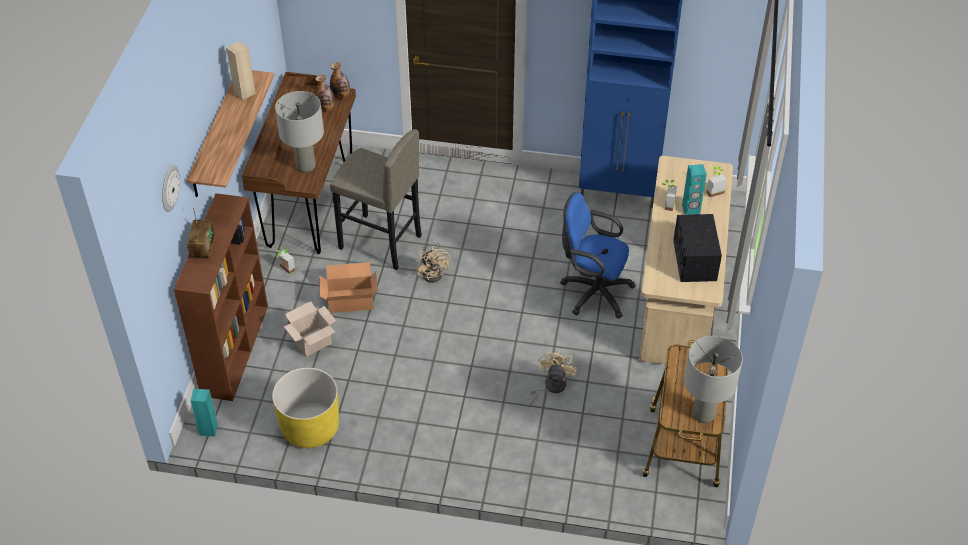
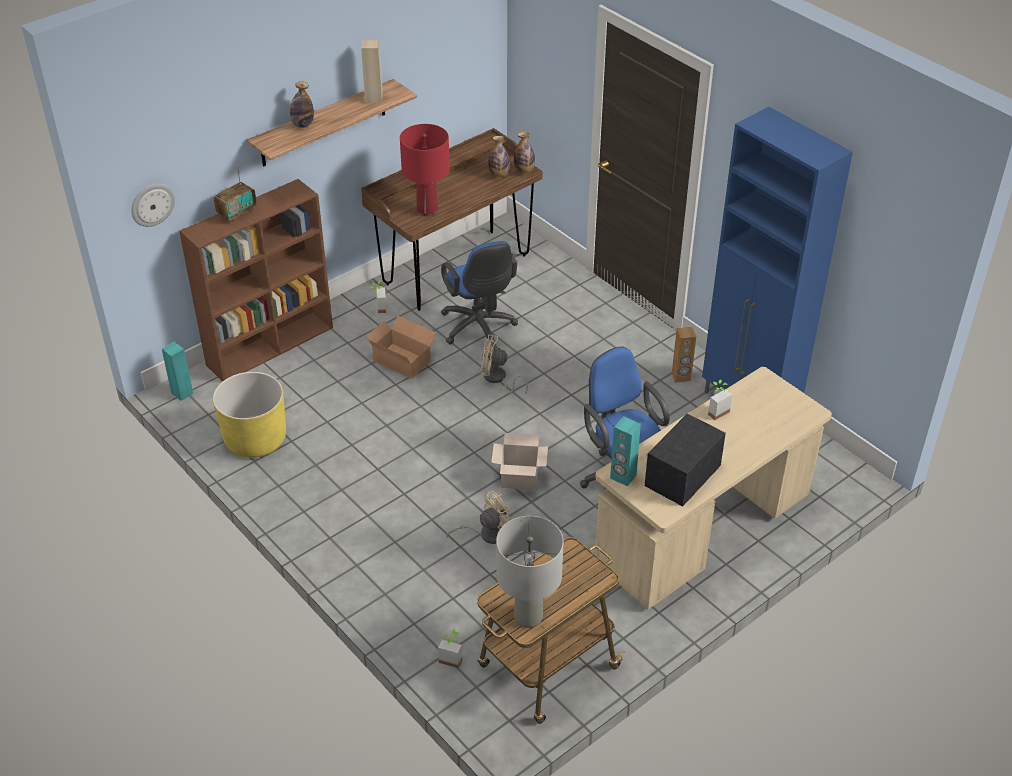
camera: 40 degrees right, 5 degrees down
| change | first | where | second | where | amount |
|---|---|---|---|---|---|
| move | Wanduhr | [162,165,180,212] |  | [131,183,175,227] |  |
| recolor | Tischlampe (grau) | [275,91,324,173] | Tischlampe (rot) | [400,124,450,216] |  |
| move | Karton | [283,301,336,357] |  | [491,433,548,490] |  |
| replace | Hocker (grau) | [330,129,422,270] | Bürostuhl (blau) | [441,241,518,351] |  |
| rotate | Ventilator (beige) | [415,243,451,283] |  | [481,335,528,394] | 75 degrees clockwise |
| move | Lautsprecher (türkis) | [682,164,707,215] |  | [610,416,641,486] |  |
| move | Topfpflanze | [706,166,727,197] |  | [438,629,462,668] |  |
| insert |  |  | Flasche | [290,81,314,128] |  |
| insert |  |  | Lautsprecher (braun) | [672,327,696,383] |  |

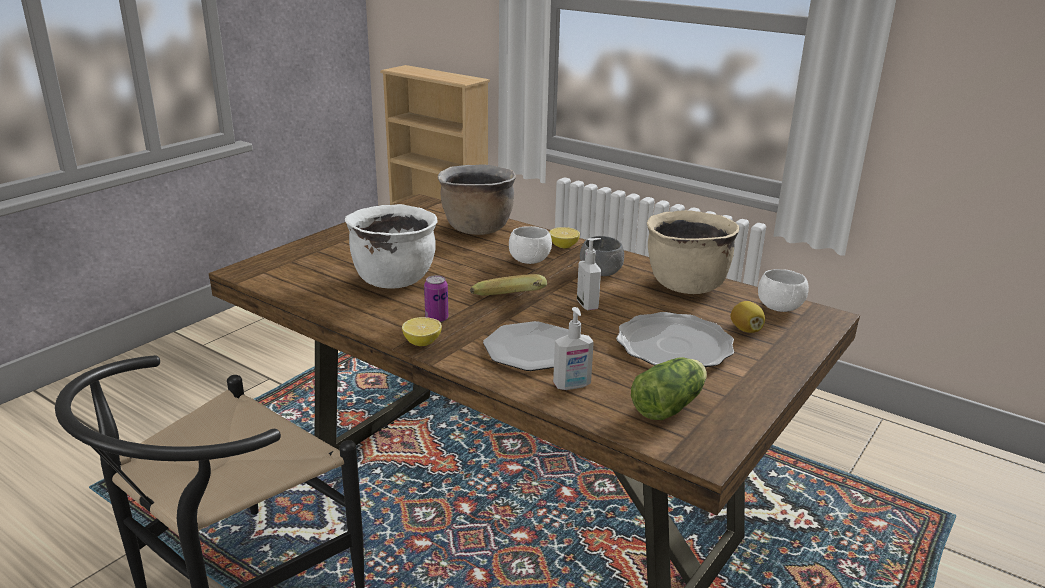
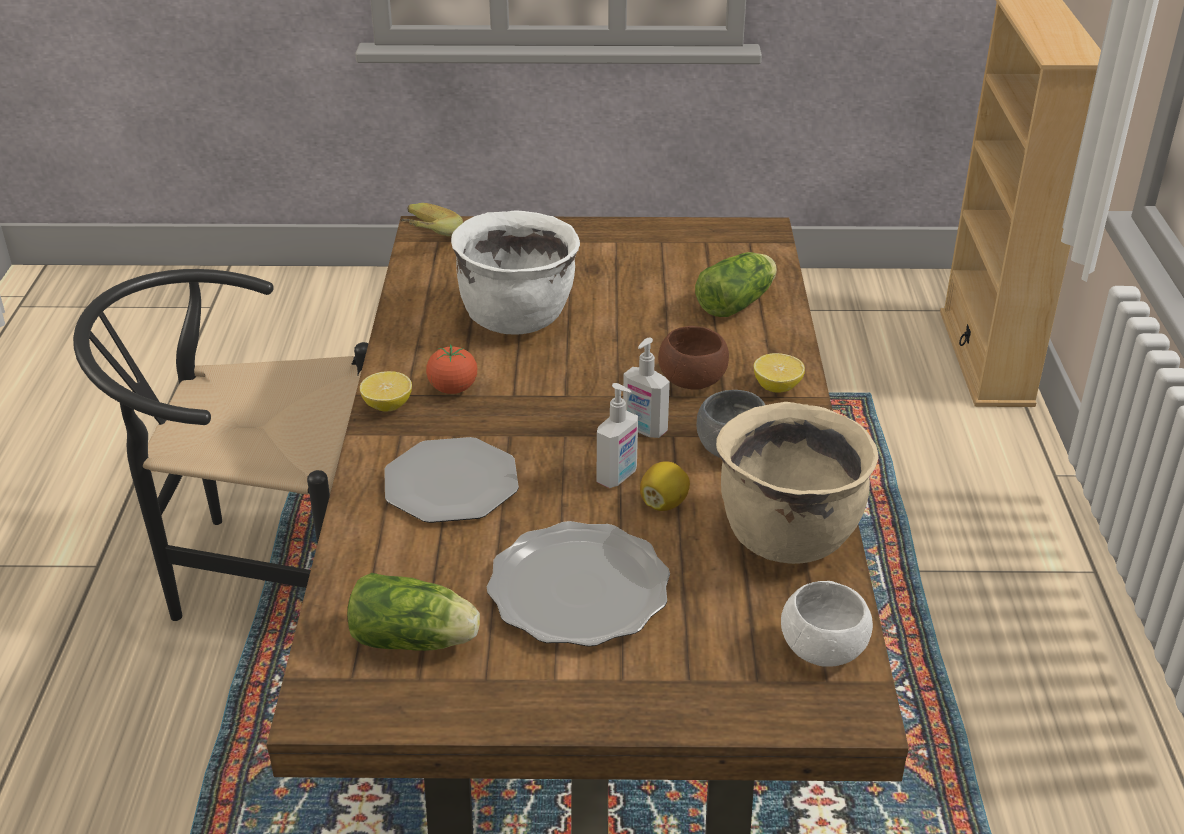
camera: 55 degrees right, 10 degrees up
| change | first | where | second | where | amount |
|---|---|---|---|---|---|
| replace | Dose | [424,275,448,322] | Tomate | [426,345,477,394] |  |
| replace | Kochtopf (braun) | [438,165,516,235] | Salatkopf | [695,252,777,317] |  |
| move | Banane | [470,274,547,295] |  | [400,203,463,236] |  |
| recolor | Schüssel (weiß) | [509,226,552,264] | Schüssel (braun) | [658,326,729,390] |  |
| move | Seifenspender | [553,307,594,390] |  | [623,338,670,438] |  |
| move | Zitrone | [731,301,765,333] |  | [640,461,690,511] |  |

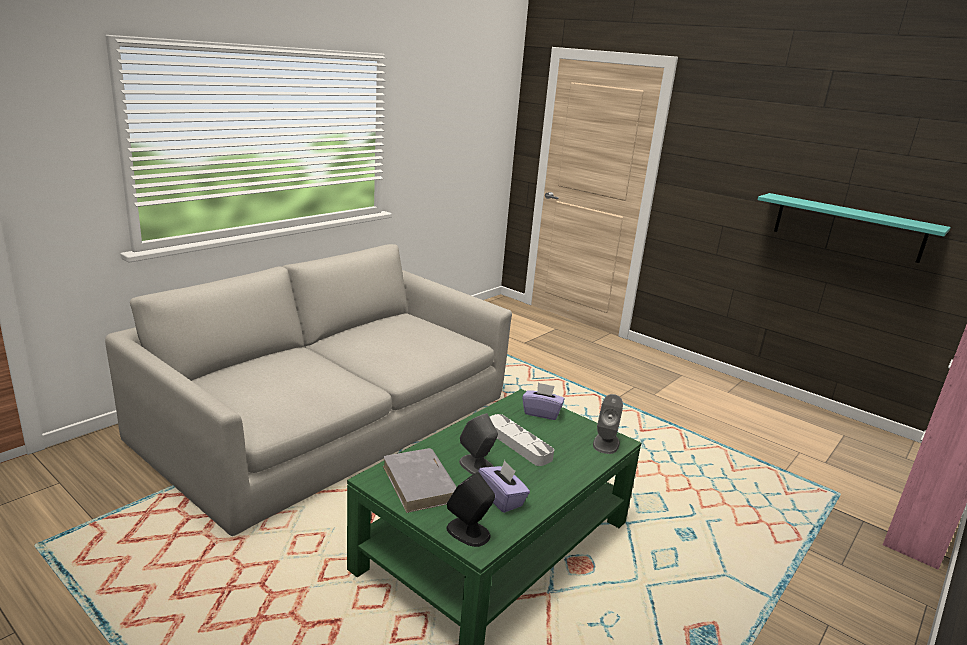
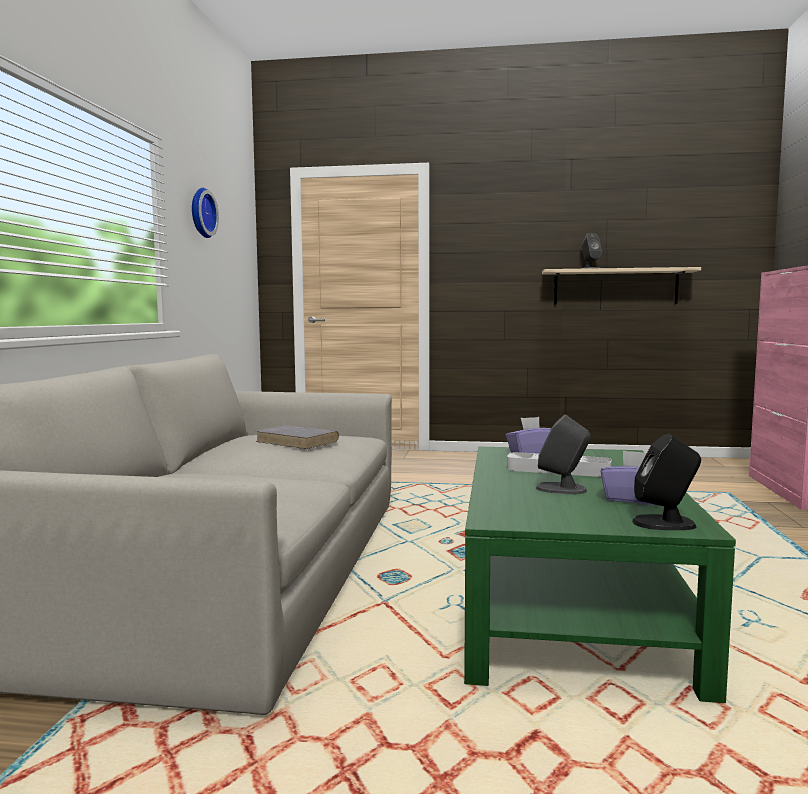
camera: 30 degrees left, 15 degrees down
| change | first | where | second | where | amount |
|---|---|---|---|---|---|
| move | Buch (grau) | [383,448,457,513] |  | [256,425,339,449] |  |
| move | Lautsprecher (grau) | [593,394,623,454] |  | [581,233,602,269] |  |
| recolor | Wandregal (türkis) | [758,193,951,263] | Wandregal (beige) | [542,267,701,305] |  |
| insert |  |  | Wanduhr | [192,188,219,238] |  |

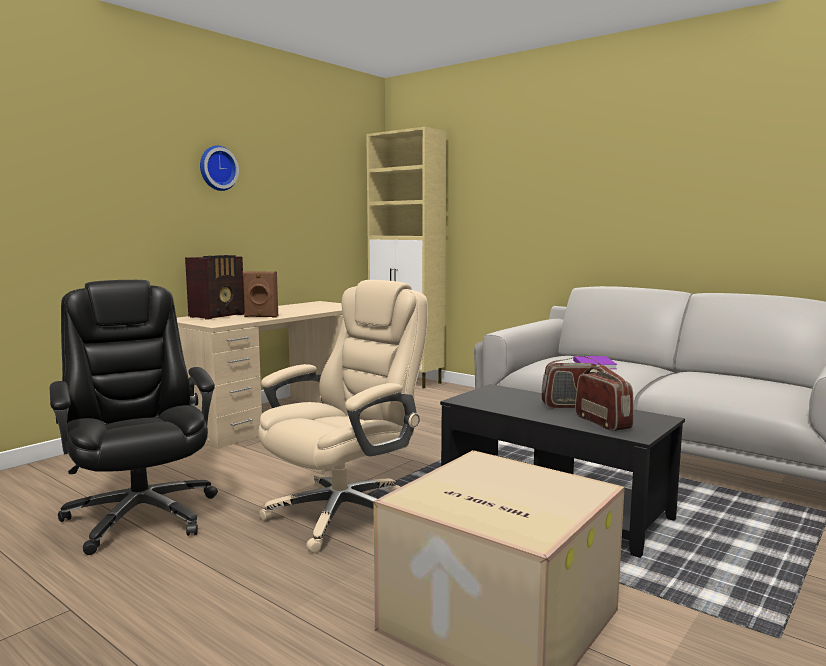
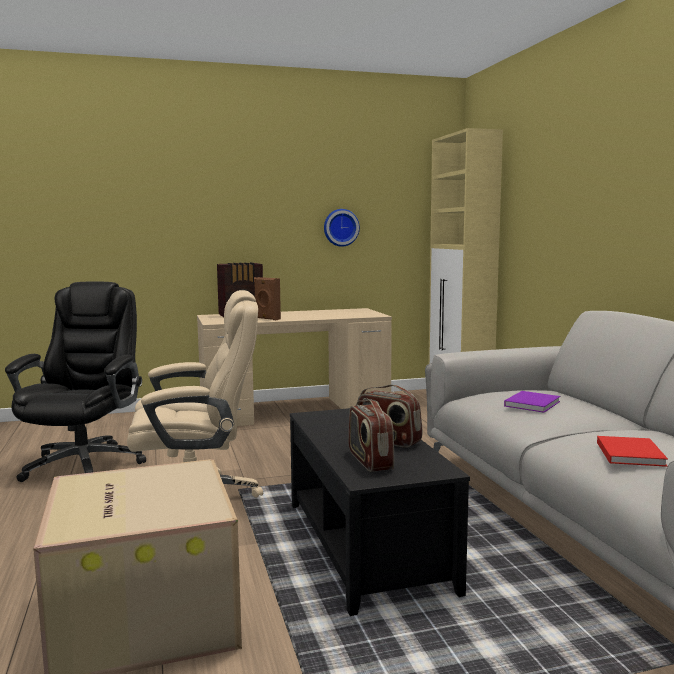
camera: 35 degrees right, 0 degrees up
| change | first | where | second | where | amount |
|---|---|---|---|---|---|
| move | Wanduhr | [200,145,239,191] |  | [324,209,360,247] |  |
| rotate | Radio | [575,365,634,431] |  | [348,400,394,472] | 150 degrees clockwise |
| insert |  |  | Buch (rot) | [597,436,668,467] |  |

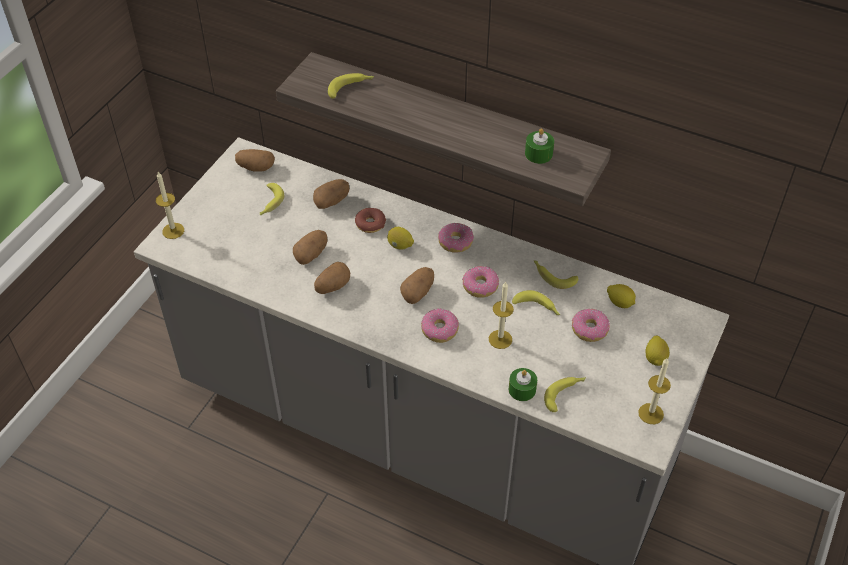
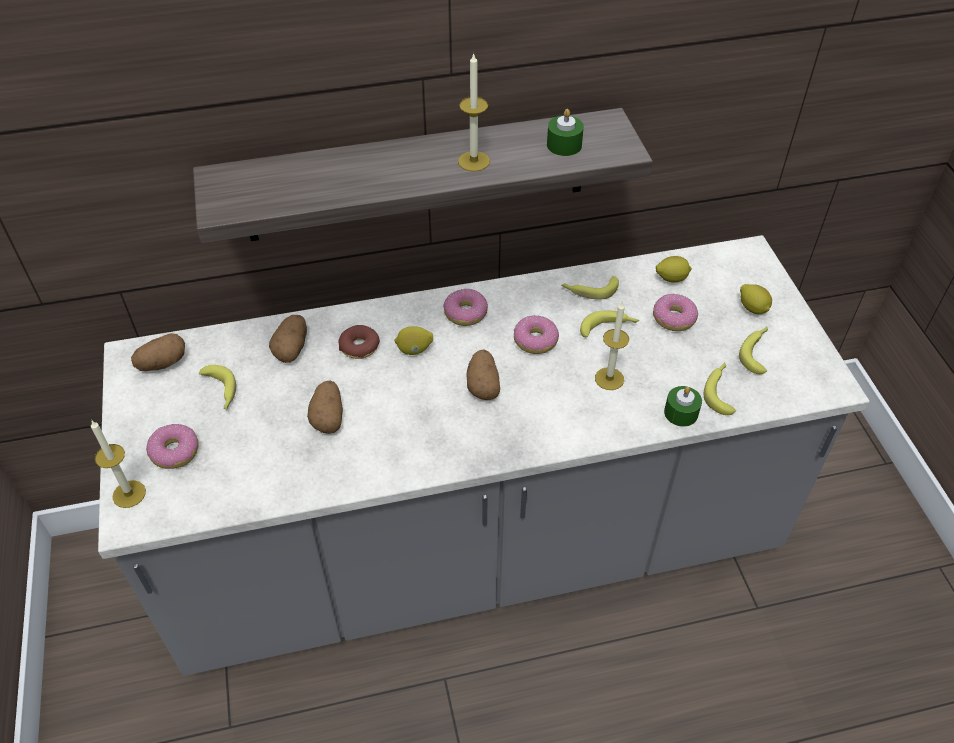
camera: 40 degrees left, 0 degrees up
| change | first | where | second | where | amount |
|---|---|---|---|---|---|
| delete | Kartoffel | [314,262,350,294] |  |  |  |
| move | Banane | [328,73,374,99] |  | [739,327,768,374] |  |
| move | Donut | [421,308,459,343] |  | [146,424,199,469] |  |
| move | Kerze | [638,358,671,424] |  | [458,52,490,172] |  |

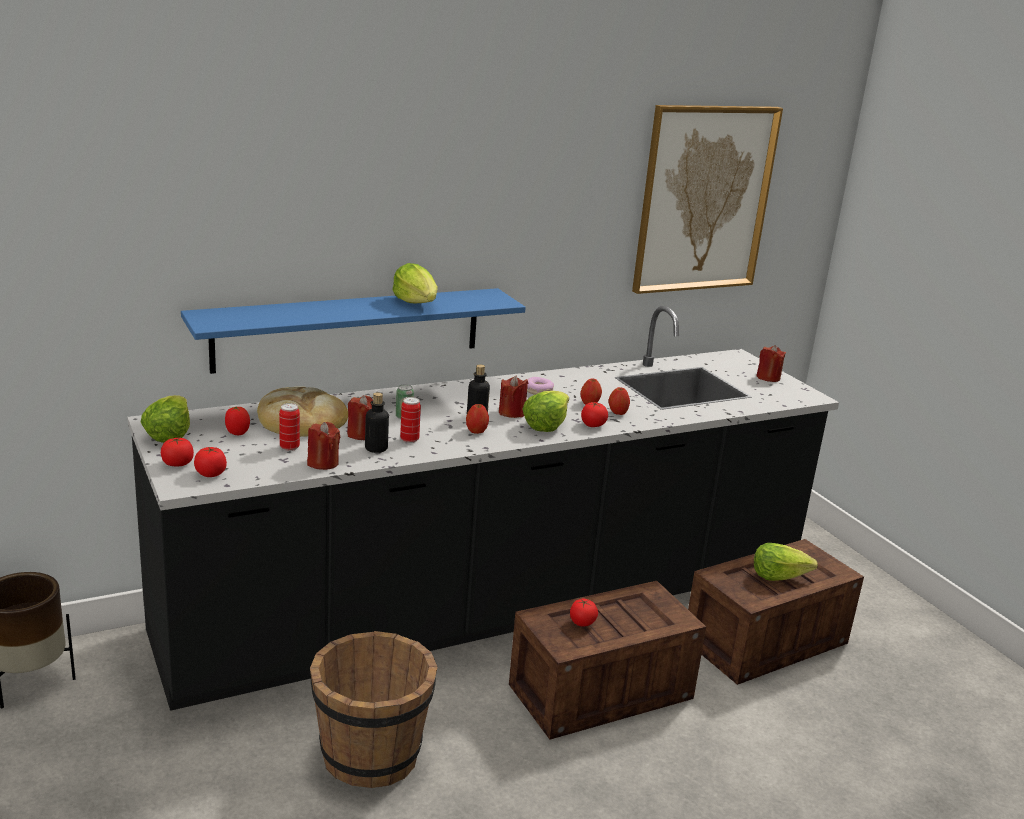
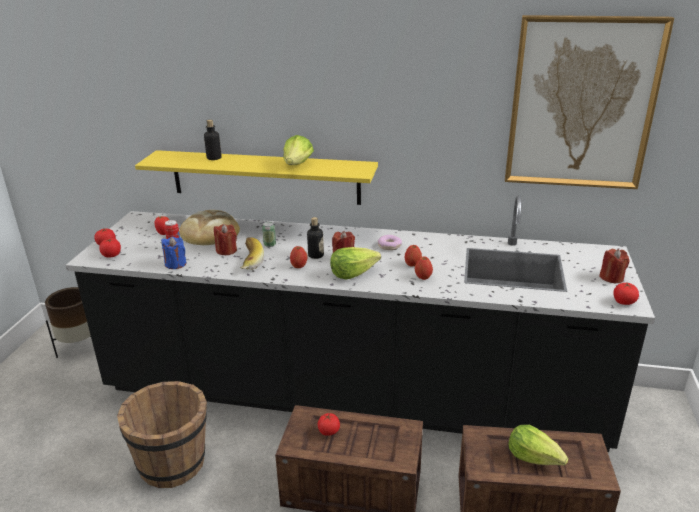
camera: 40 degrees right, 5 degrees up
| change | first | where | second | where | amount |
|---|---|---|---|---|---|
| delete | Salatkopf | [140,395,190,443] |  |  |  |
| recolor | Wandregal (blau) | [181,288,526,374] | Wandregal (gelb) | [135,150,378,205] |  |
| recolor | Kerze (rot) | [307,422,341,470] | Kerze (blau) | [161,237,186,269] |  |
| move | Flasche | [365,392,389,453] |  | [204,120,222,160] |  |
| replace | Dose | [400,397,421,443] | Banane | [240,237,264,270] |  |
| move | Tomate | [581,402,608,427] |  | [613,283,639,305] |  |

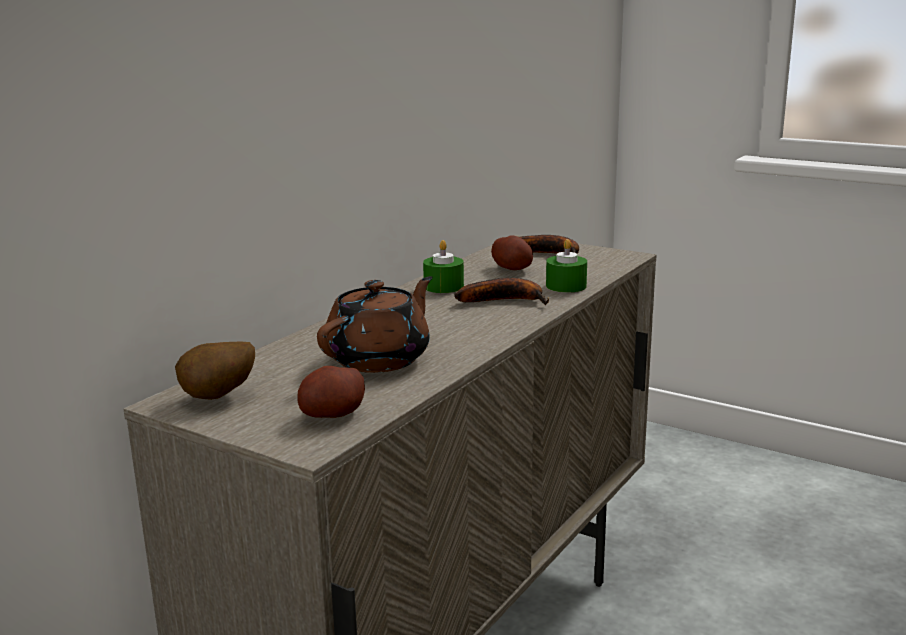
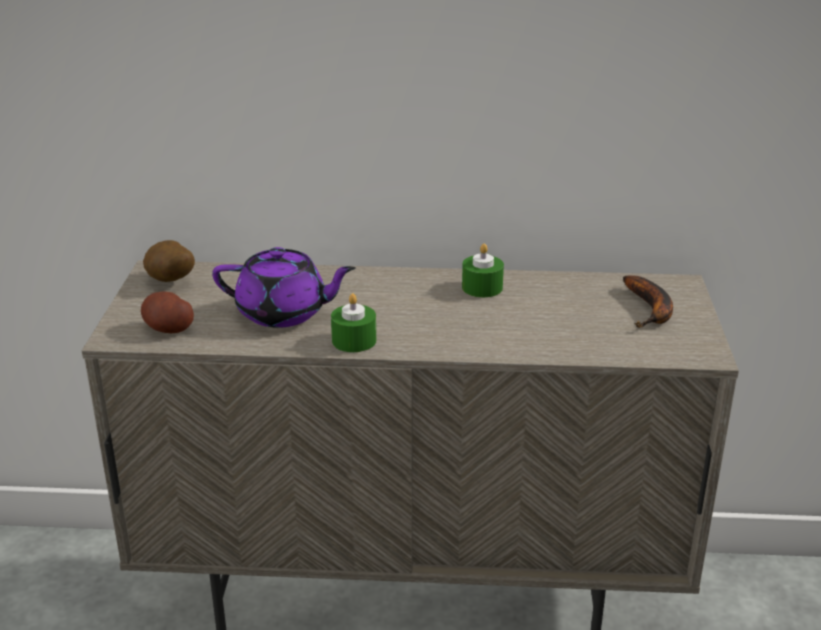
camera: 60 degrees right, 10 degrees up
| change | first | where | second | where | amount |
|---|---|---|---|---|---|
| recolor | Teekanne (braun) | [317,276,433,373] | Teekanne (lila) | [212,247,355,328] |  |
| delete | Banane | [455,278,549,305] |  |  |  |
| delete | Kartoffel | [491,235,533,270] |  |  |  |
| move | Kerze (grün) | [546,239,587,293] |  | [331,293,376,352] |  |

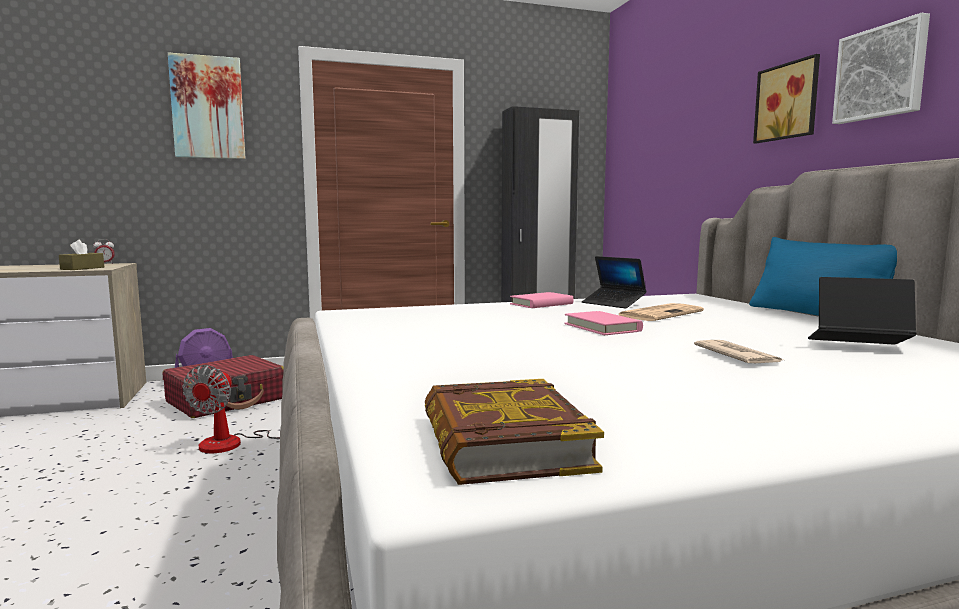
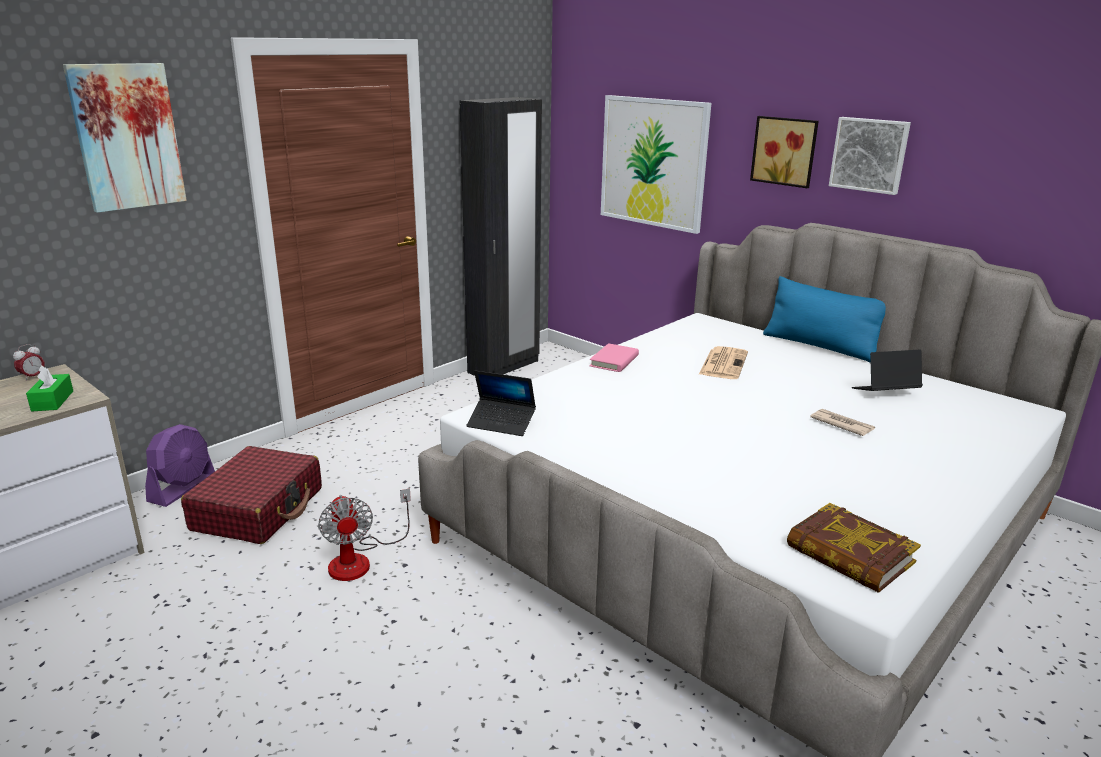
camera: 30 degrees left, 15 degrees up
| change | first | where | second | where | amount |
|---|---|---|---|---|---|
| recolor | Taschentuchbox (braun) | [59,240,104,270] | Taschentuchbox (grün) | [26,366,73,411] |  |
| delete | Buch (rosa) | [565,311,643,335] |  |  |  |
| move | Laptop | [582,256,647,309] |  | [466,370,536,436] |  |
| insert |  |  | Bild | [601,95,711,234] |  |

